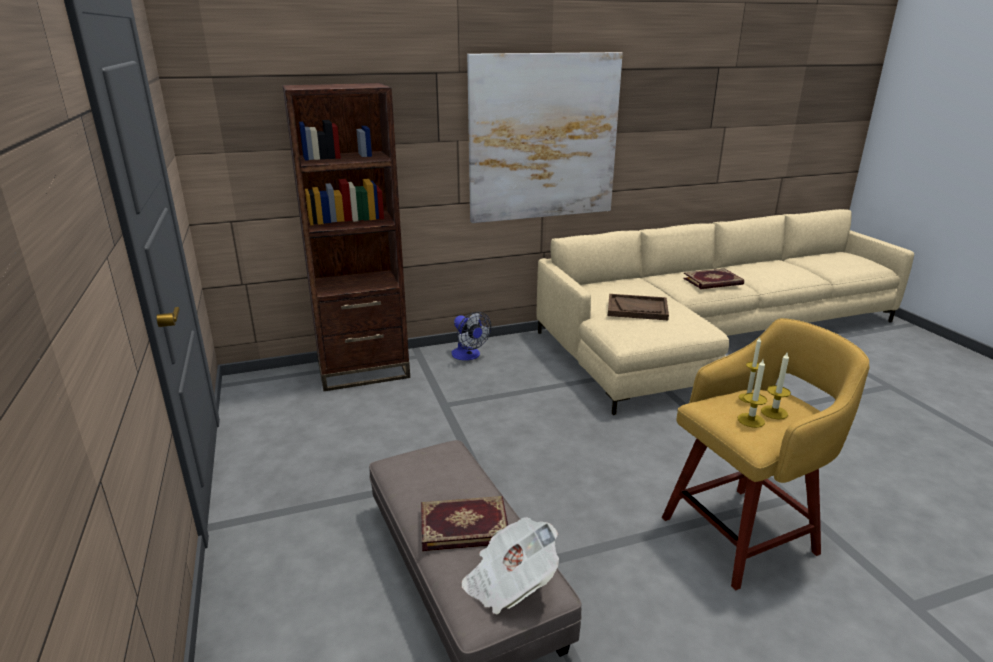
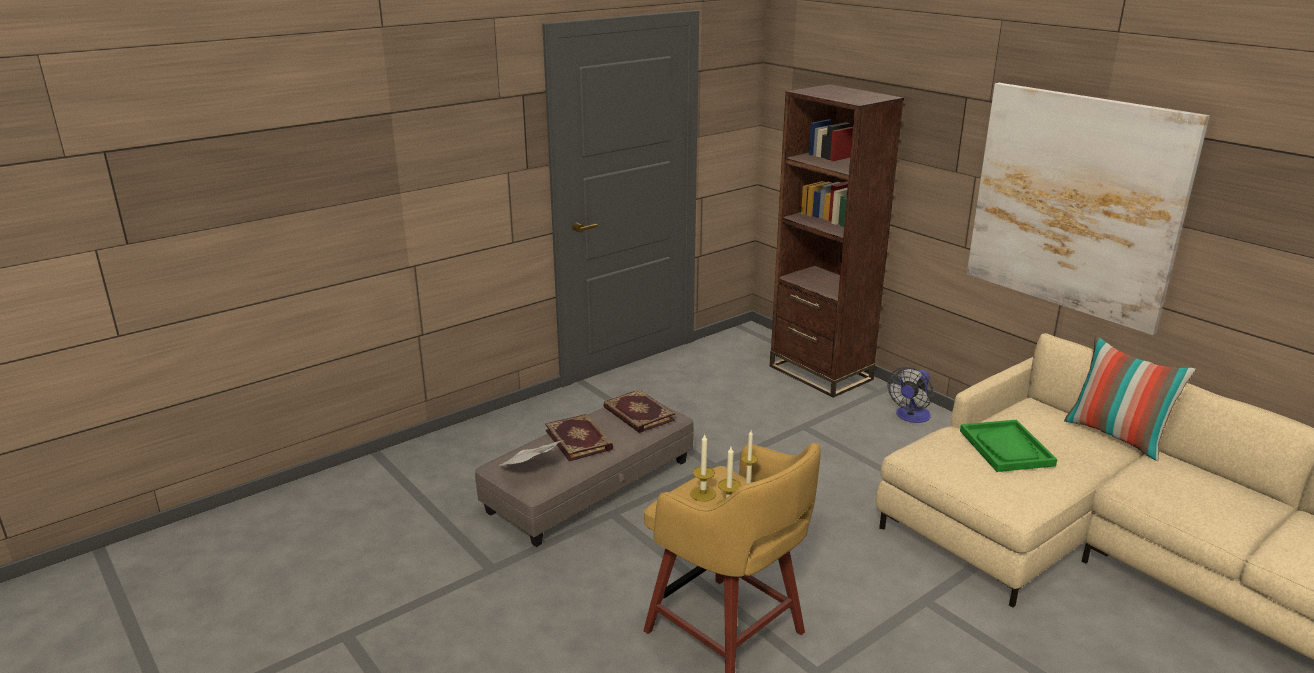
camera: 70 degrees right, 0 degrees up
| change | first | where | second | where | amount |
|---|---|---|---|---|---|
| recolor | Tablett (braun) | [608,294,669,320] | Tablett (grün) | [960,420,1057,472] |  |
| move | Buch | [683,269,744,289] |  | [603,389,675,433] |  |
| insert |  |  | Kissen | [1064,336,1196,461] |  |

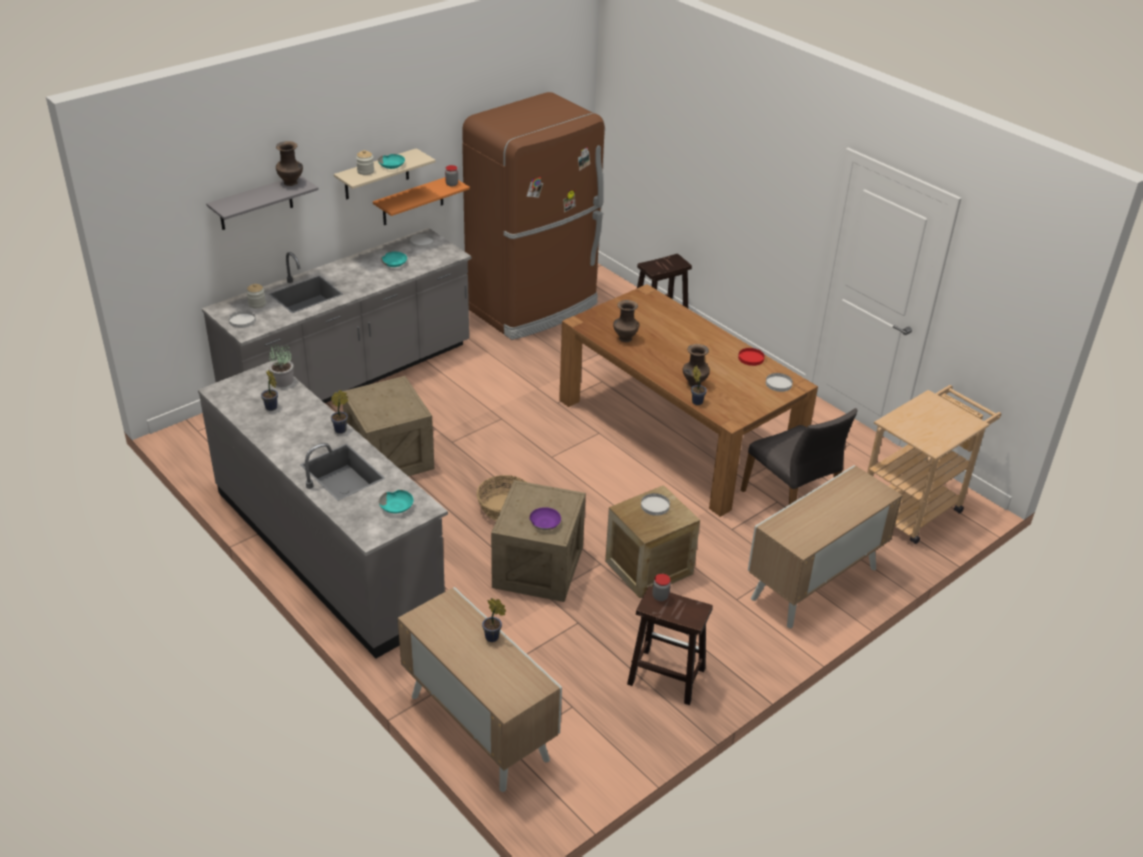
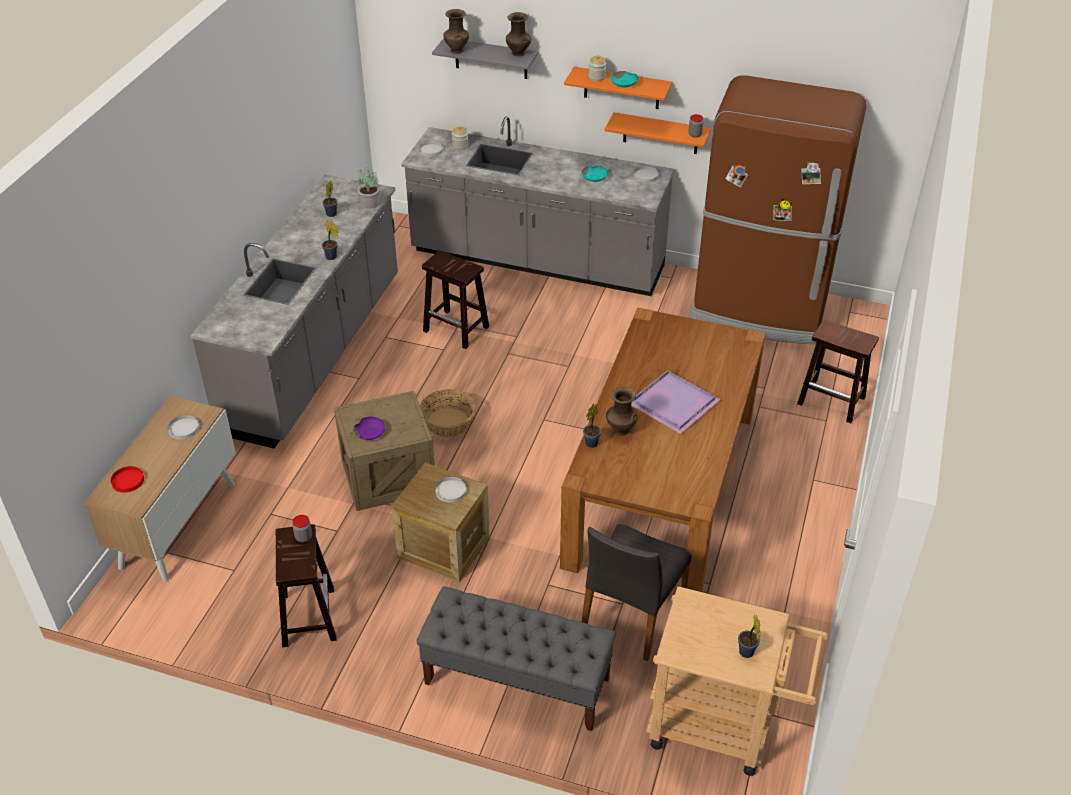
camera: 60 degrees right, 5 degrees up
| change | first | where | second | where | amount |
|---|---|---|---|---|---|
| recolor | Wandregal (beige) | [334,148,436,200] | Wandregal (orange) | [564,67,672,109] |  |
| replace | Kiste | [342,376,434,476] | Hocker (braun) | [422,250,489,349] |  |
| delete | Schüssel (türkis) | [379,490,414,513] |  |  |  |
| move | Topfpflanze | [482,598,506,642] |  | [738,615,760,658] |  |
| move | Vase (braun) | [613,300,639,342] |  | [443,9,469,54] |  |
| move | Teller (rot) | [738,348,765,366] |  | [111,466,144,493] |  |
| replace | Schrank | [748,465,903,629] | Bank (grau) | [416,586,616,731] |  |
| move | Teller (weiß) | [766,373,793,392] |  | [168,415,199,439] |  |
| insert |  |  | Tablett (lila) | [631,370,721,434] |  |

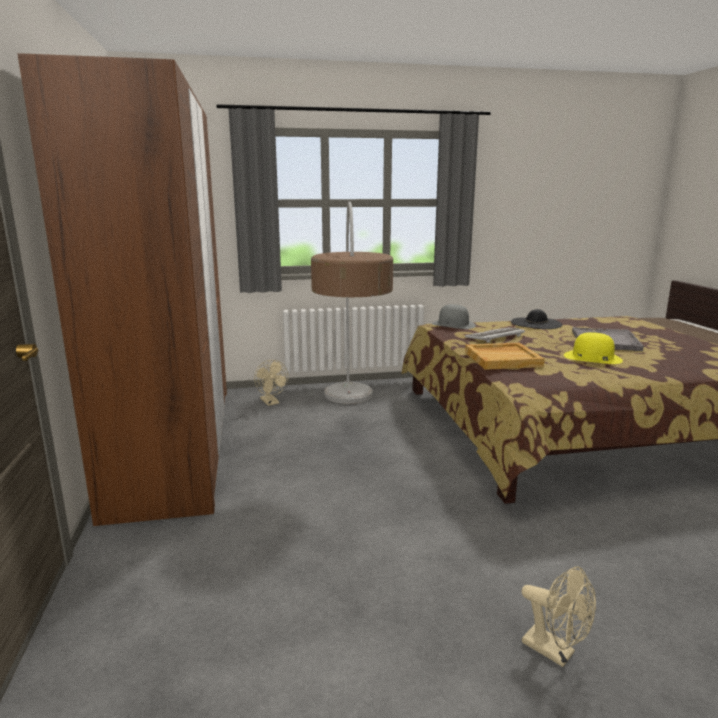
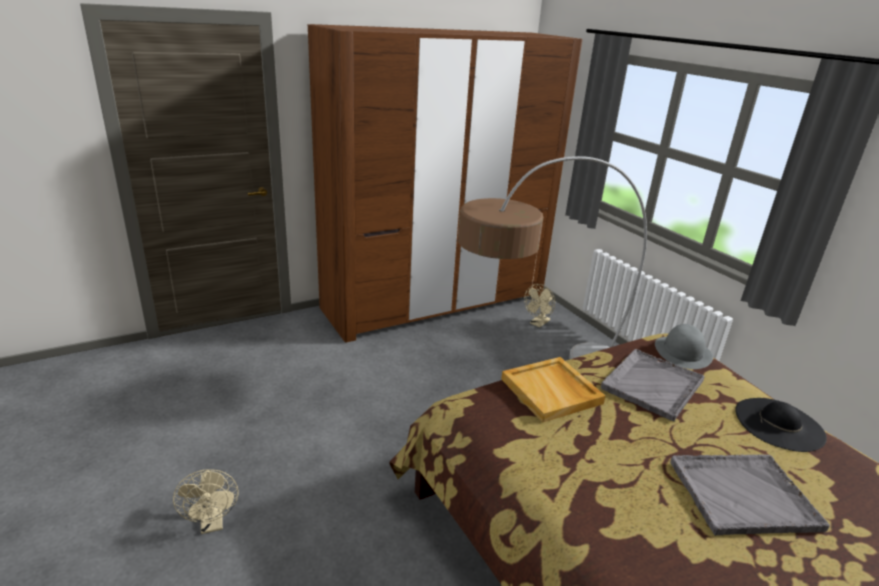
camera: 70 degrees right, 10 degrees up
| change | first | where | second | where | amount |
|---|---|---|---|---|---|
| replace | Tastatur | [465,328,525,343] | Tablett (grau) | [601,349,704,422] |  |
| rotate | Ventilator (beige) | [522,567,596,667] |  | [173,469,238,534] | 45 degrees counterclockwise |
| delete | Hut (gelb) | [564,332,623,364] |  |  |  |

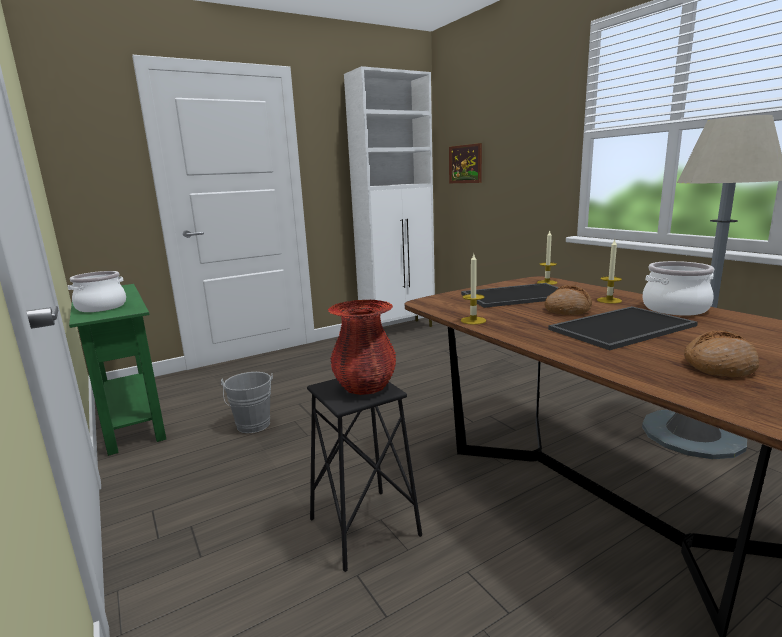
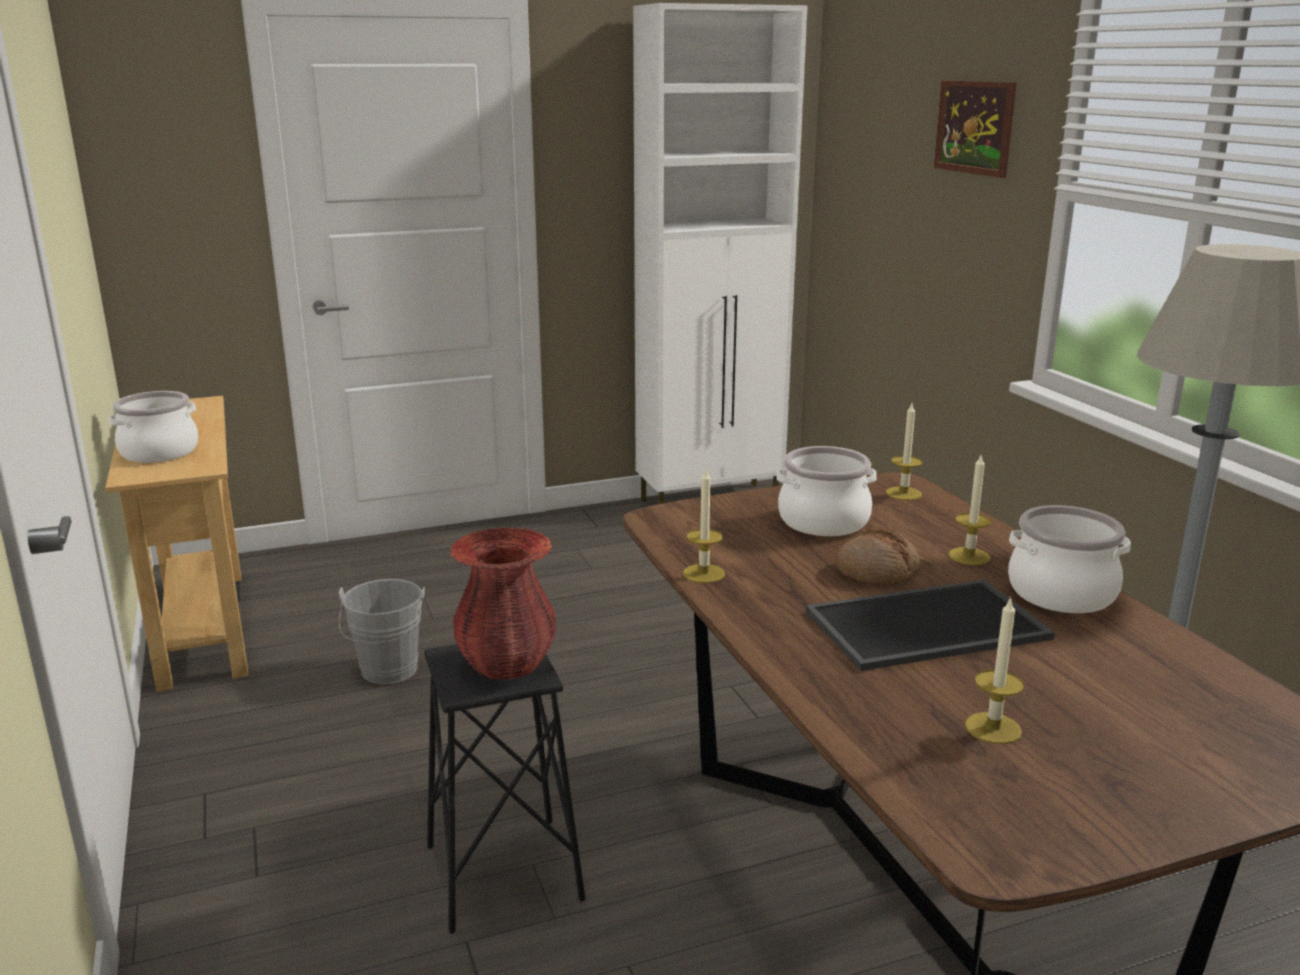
camera: 10 degrees right, 5 degrees up
| change | first | where | second | where | amount |
|---|---|---|---|---|---|
| recolor | Konsolentisch (grün) | [69,284,166,456] | Konsolentisch (beige) | [105,396,248,692] |  |
| move | Bild | [449,143,482,183] |  | [934,80,1017,178] |  |
| replace | Tablett | [461,283,559,308] | Kochtopf | [776,446,877,536] |  |
| replace | Brot | [684,330,759,377] | Kerze | [965,596,1024,744] |  |

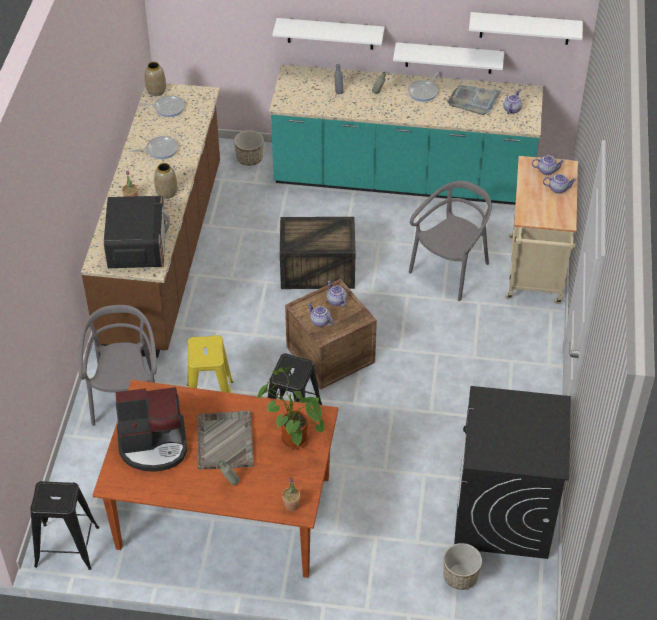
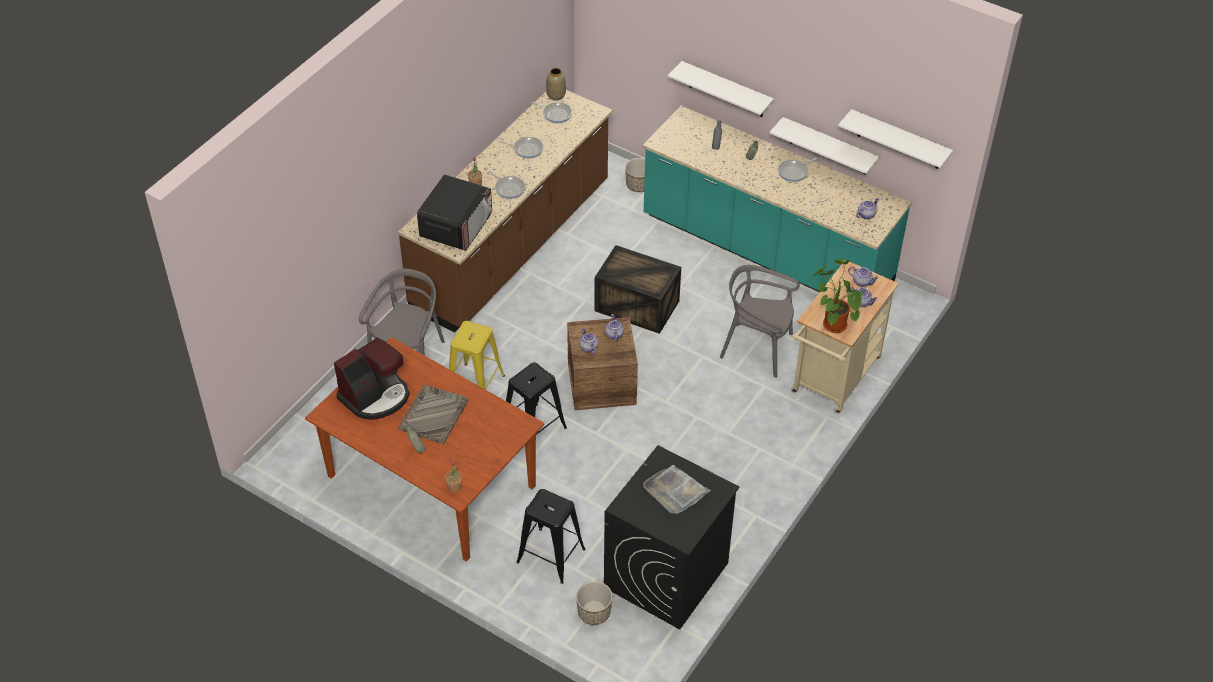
camera: 25 degrees right, 0 degrees up
| change | first | where | second | where | amount |
|---|---|---|---|---|---|
| move | Hocker (schwarz) | [30,481,99,570] |  | [517,489,586,584] |  |
| rotate | Kaffeemaschine | [116,387,187,472] |  | [334,337,409,420] | 60 degrees counterclockwise |
| replace | Vase | [154,163,177,199] | Pfanne | [488,171,526,199] |  |
| move | Topfpflanze | [257,367,325,449] |  | [813,258,864,333] |  |
| rotate | Stuhl (grau) | [409,181,492,301] |  | [720,265,800,378] | 135 degrees counterclockwise |
| move | Tablett (grau) | [447,85,501,115] |  | [643,465,711,514] |  |

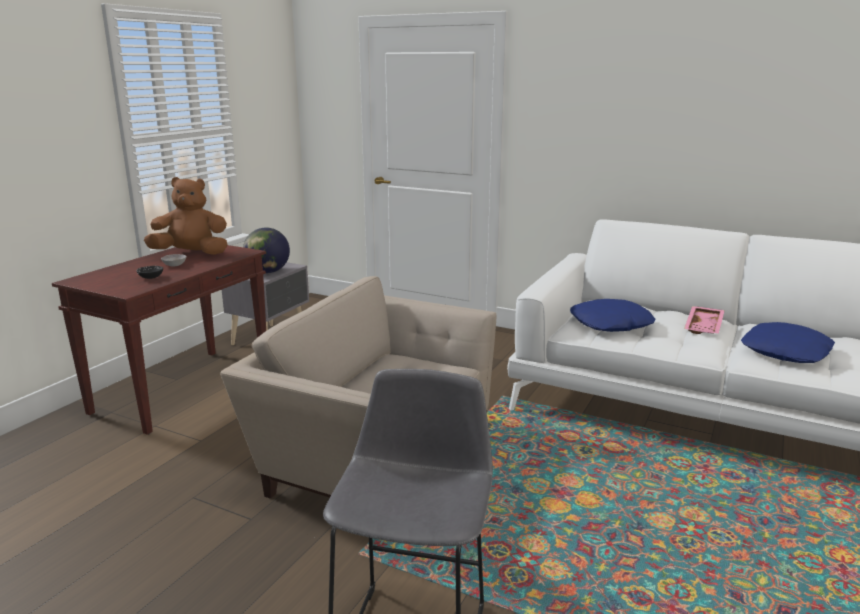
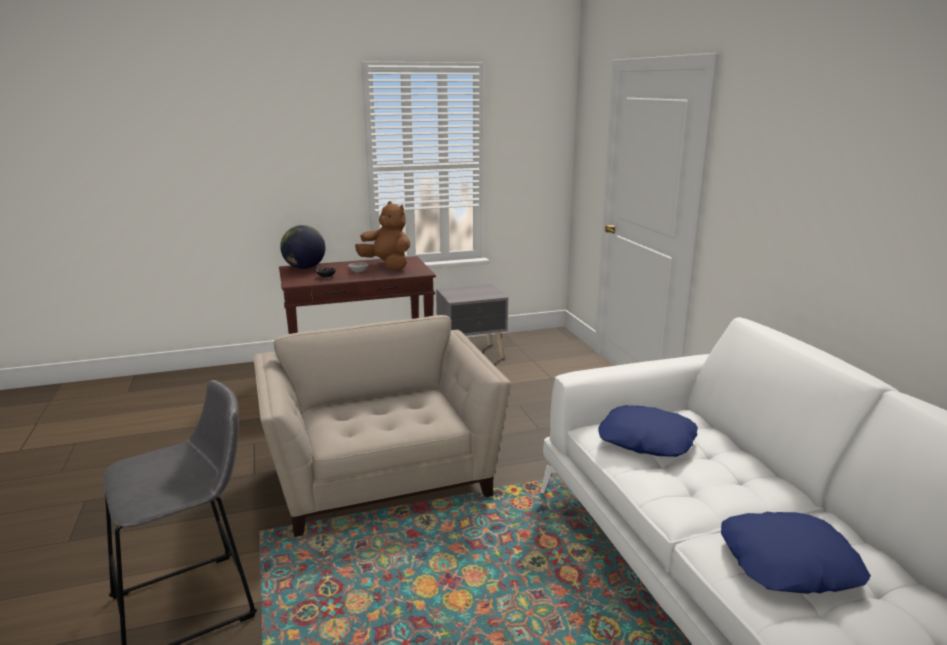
camera: 45 degrees right, 0 degrees up
| change | first | where | second | where | amount |
|---|---|---|---|---|---|
| move | Globus | [243,228,290,273] |  | [280,225,326,269] |  |
| delete | Tablett (rosa) | [684,306,725,334] |  |  |  |

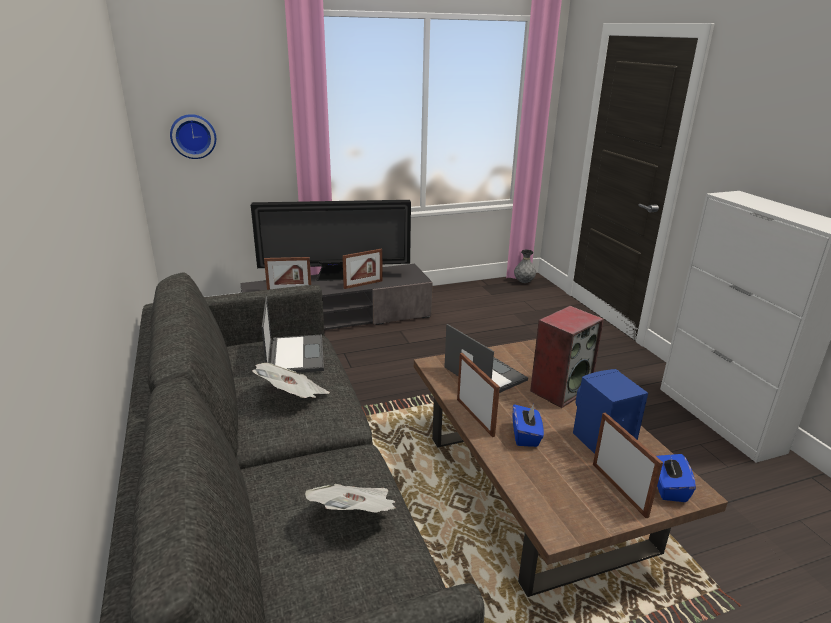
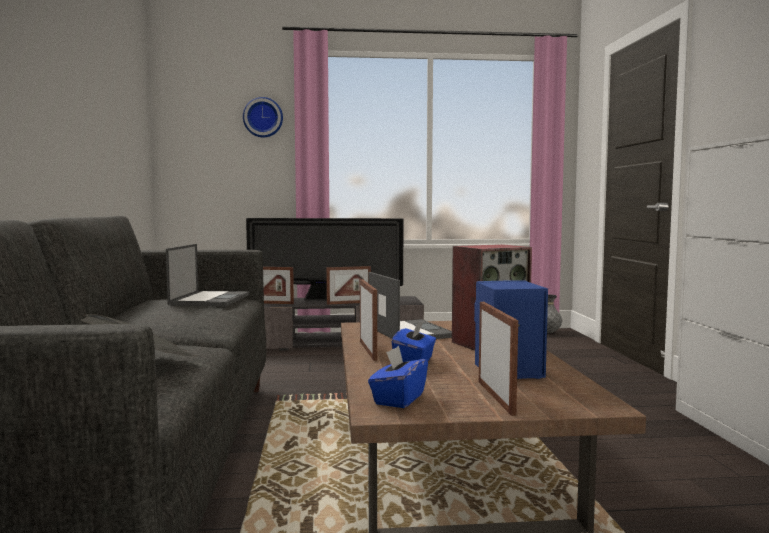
camera: 15 degrees right, 20 degrees down
| change | first | where | second | where | amount |
|---|---|---|---|---|---|
| move | Wanduhr | [170,114,216,159] |  | [243,97,283,137] |  |
| delete | Zeitung | [252,363,330,398] |  |  |  |
| move | Taschentuchbox (blau) | [656,454,696,502] |  | [368,346,428,408] |  |

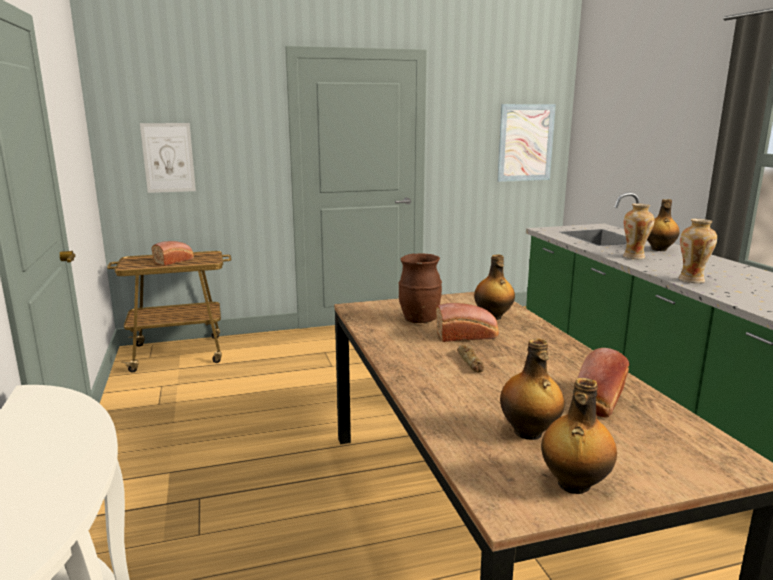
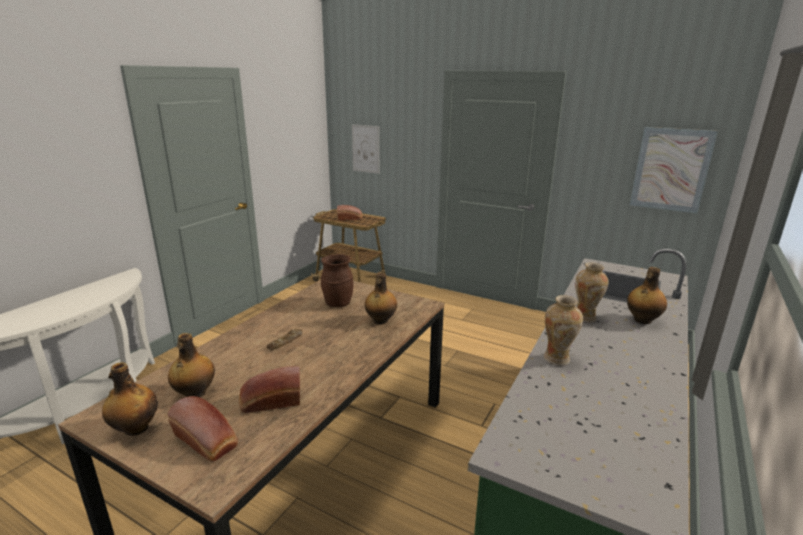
camera: 45 degrees right, 5 degrees up
| change | first | where | second | where | amount |
|---|---|---|---|---|---|
| move | Brot | [436,303,499,342] |  | [167,396,238,462] |  |

